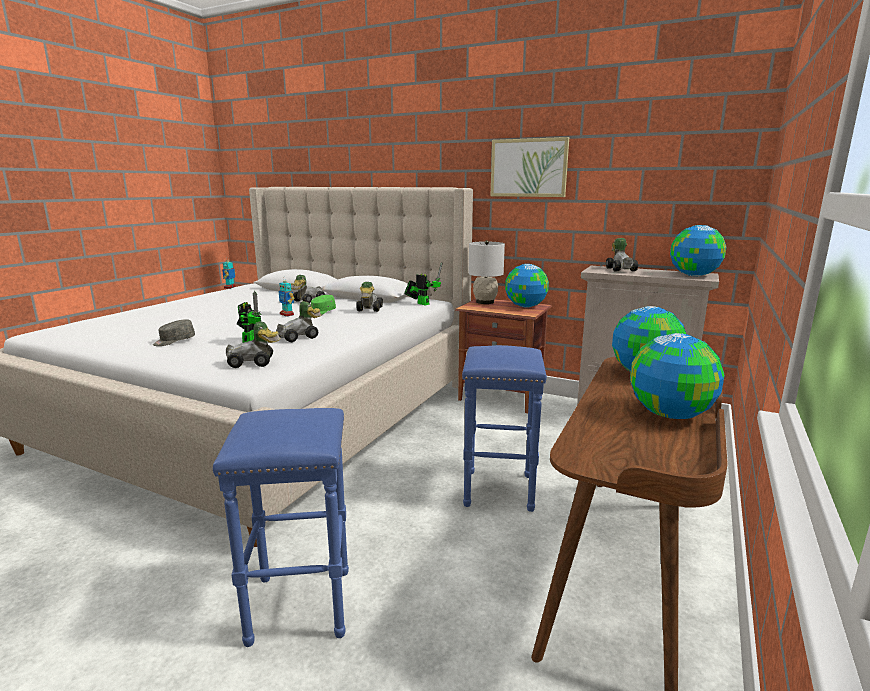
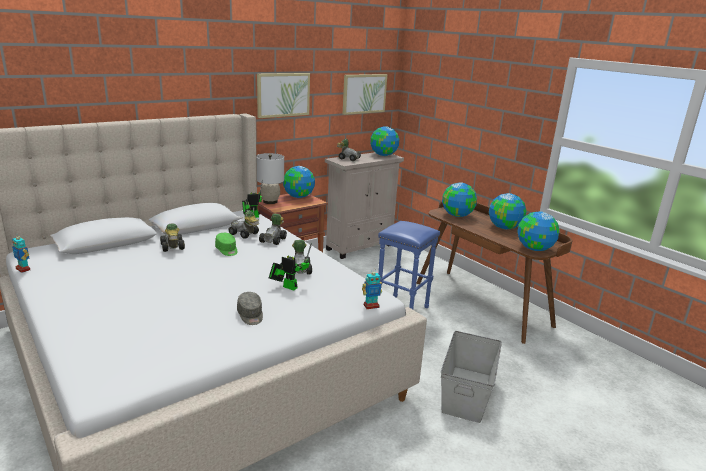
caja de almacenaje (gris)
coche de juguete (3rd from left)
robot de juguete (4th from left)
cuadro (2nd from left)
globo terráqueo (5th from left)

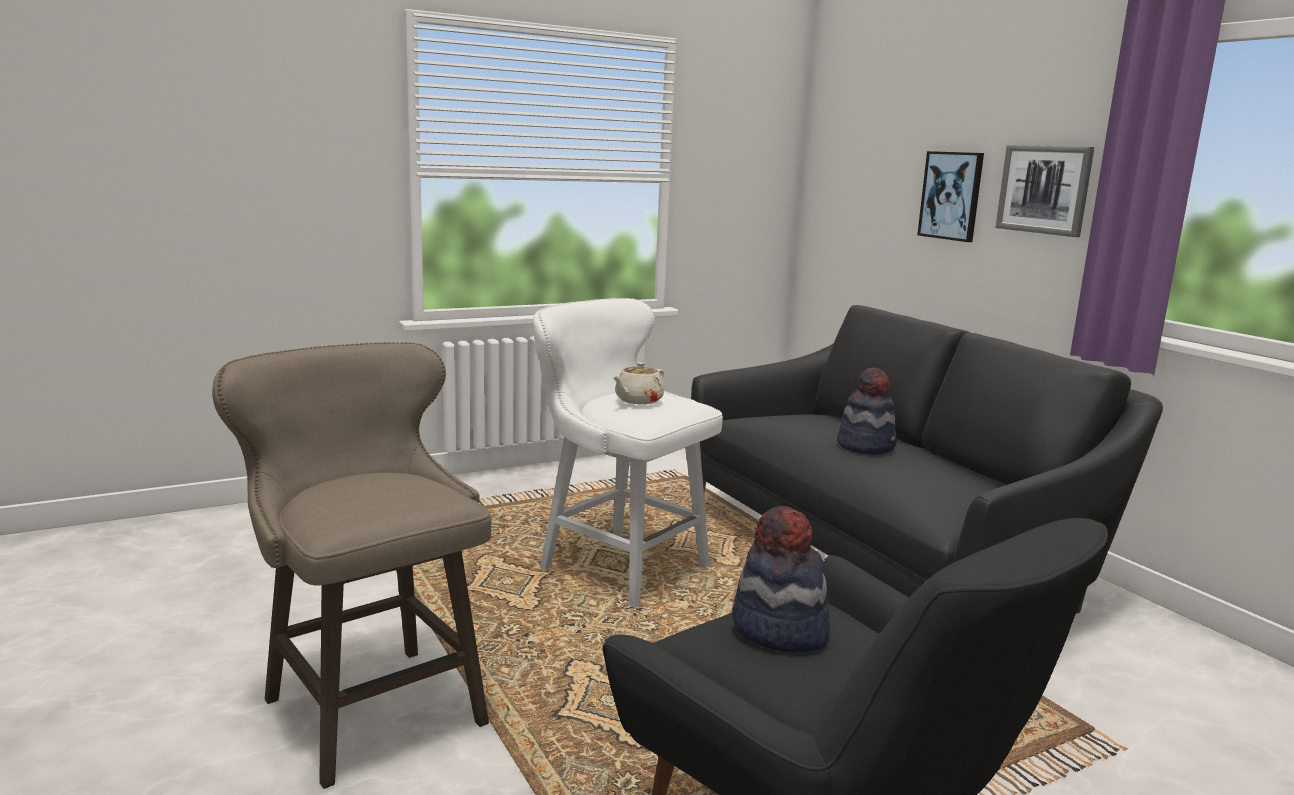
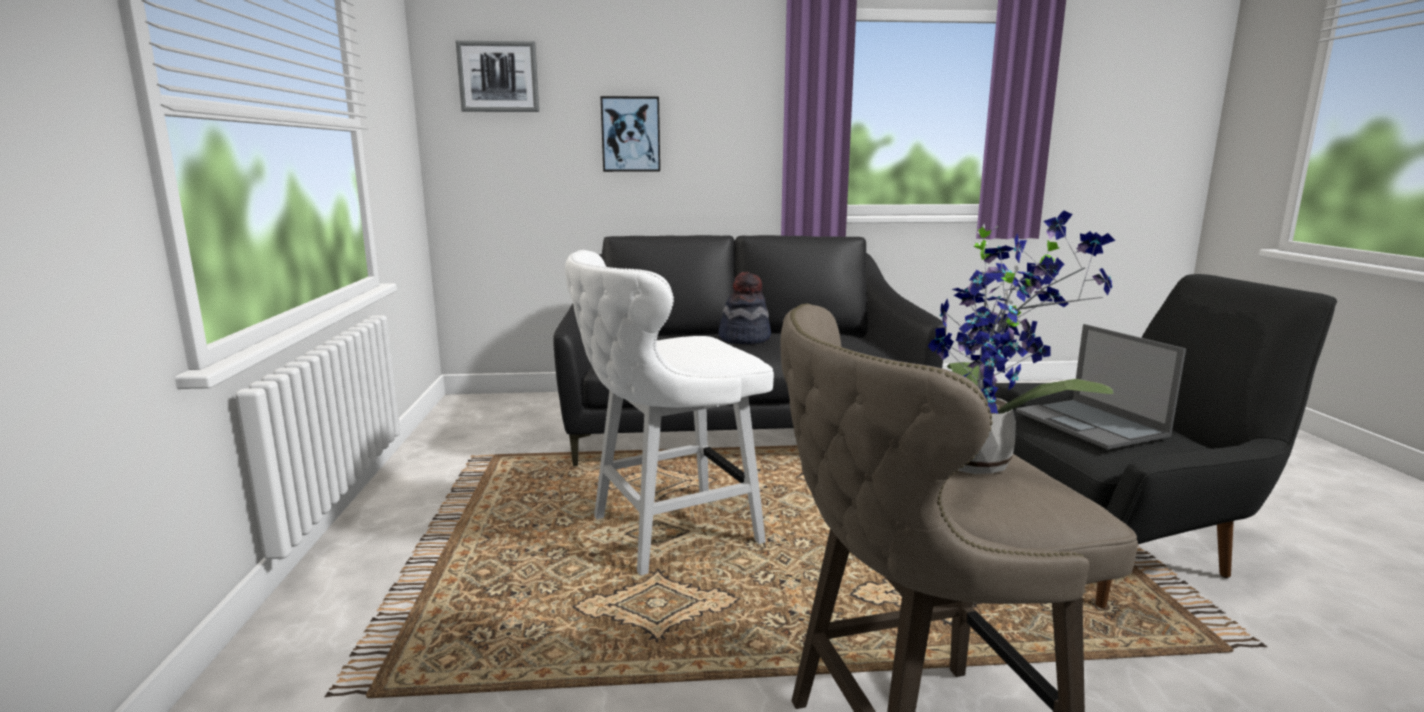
tetera (beis)
portátil
cuadro (1st from left)
planta en maceta

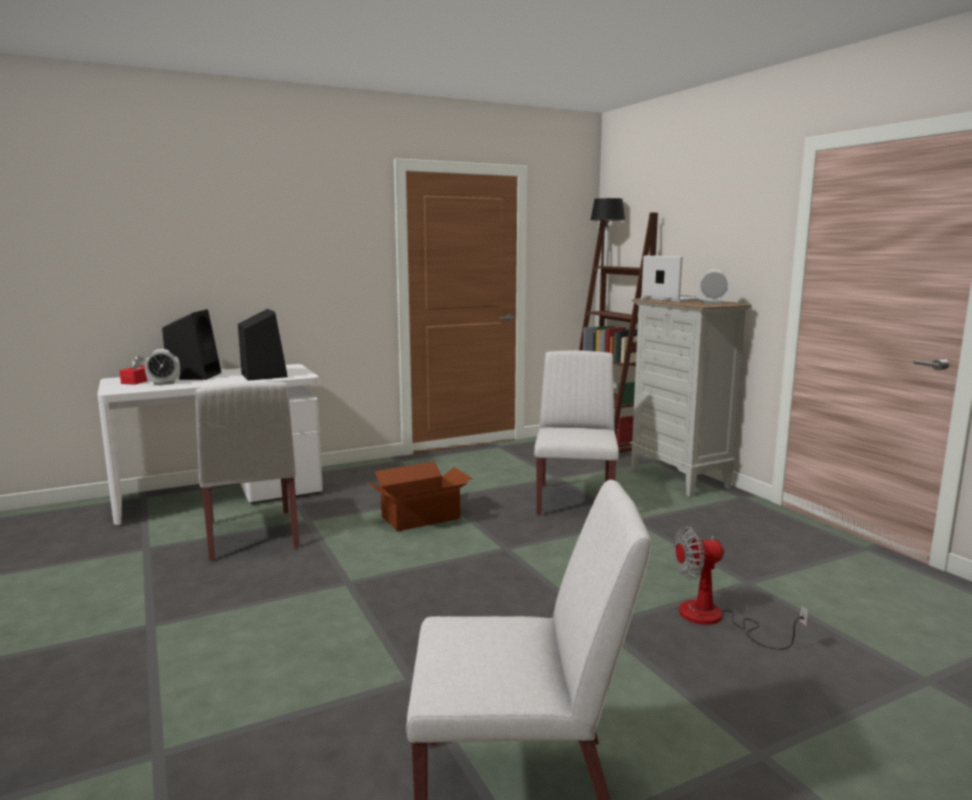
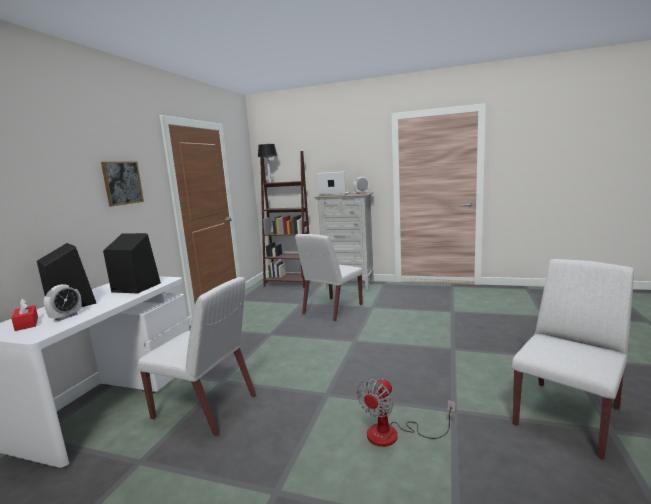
caja de cartón
silla (blanco) (2nd from left)
ventilador
cuadro

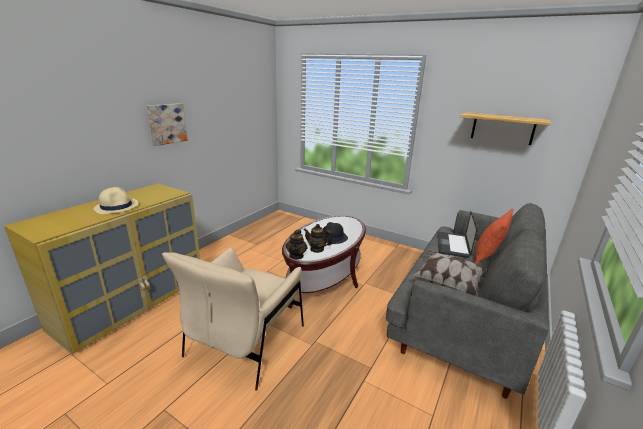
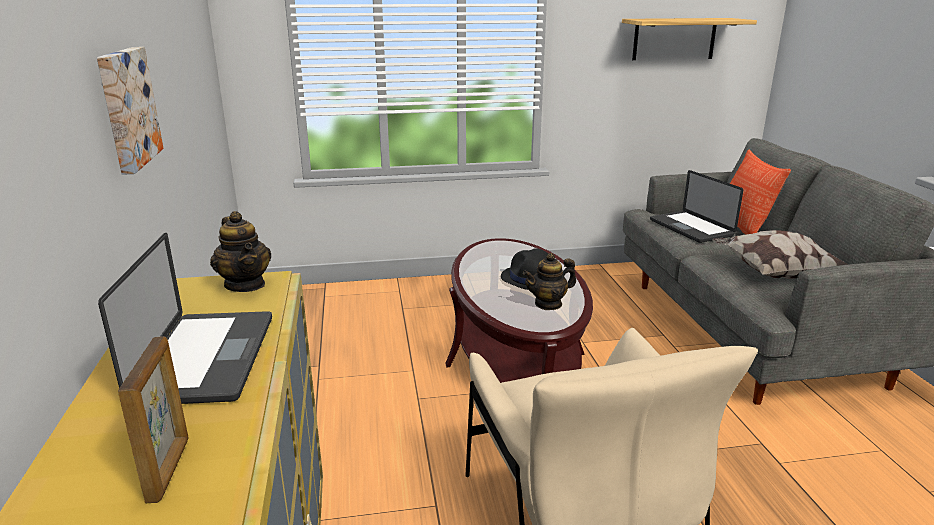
portátil (1st from left)
tetera (1st from left)
portarretratos

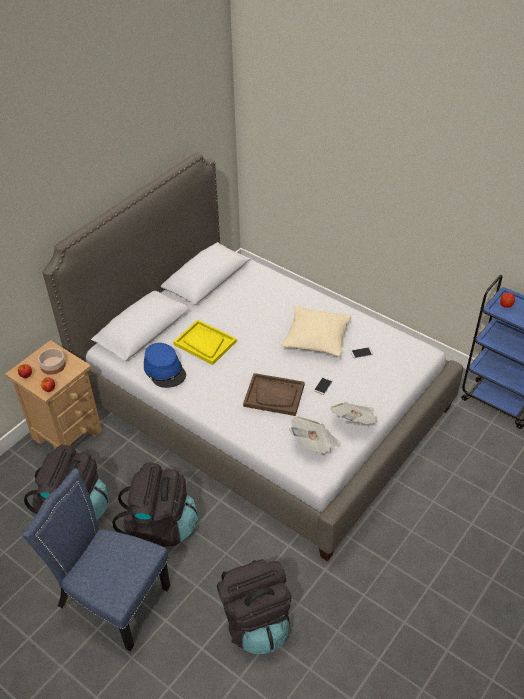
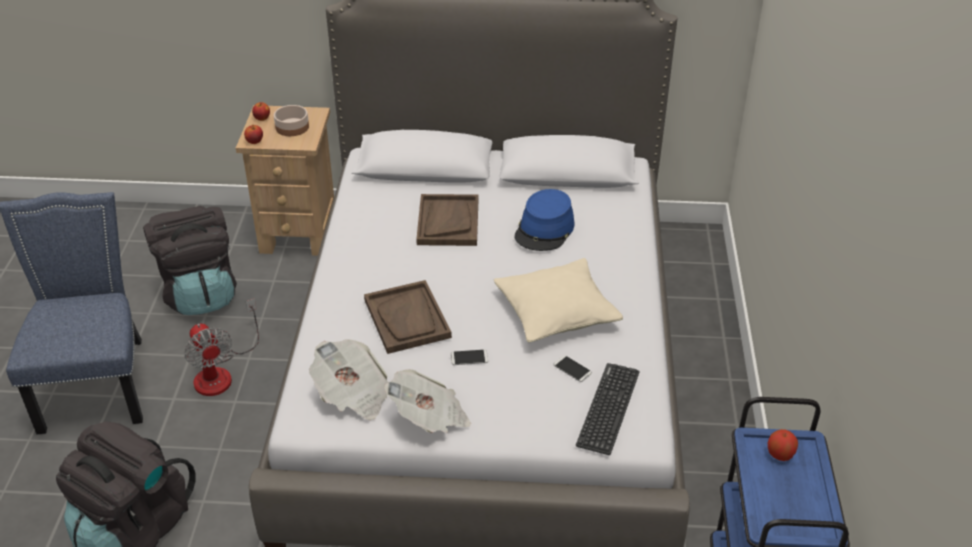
ventilador
sombrero (azul)
bandeja (marrón) (2nd from left)
teclado

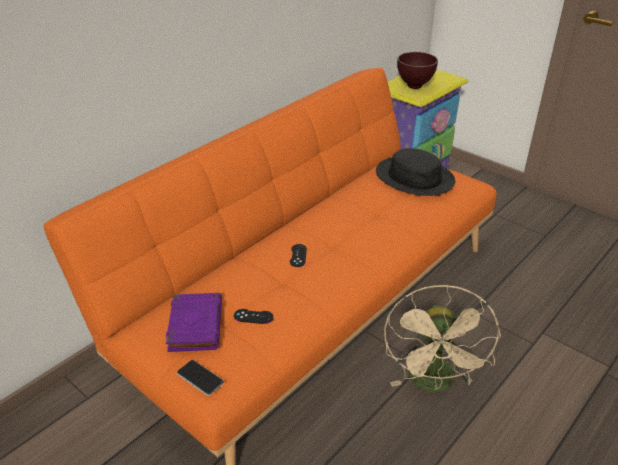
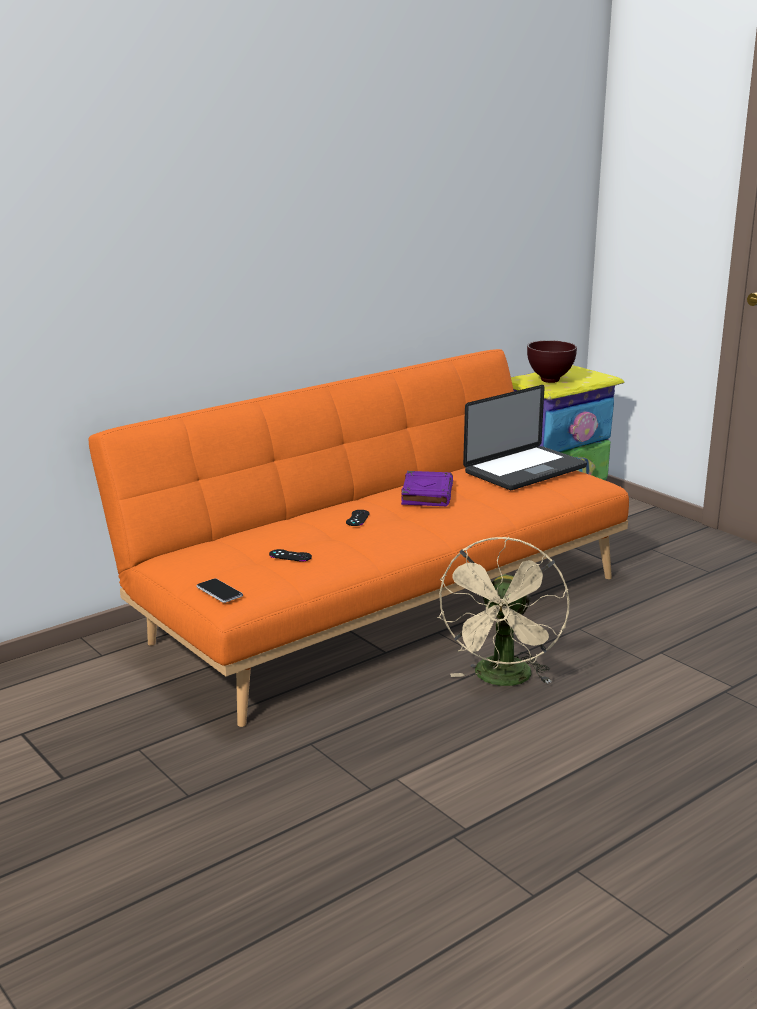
libro (morado)
portátil

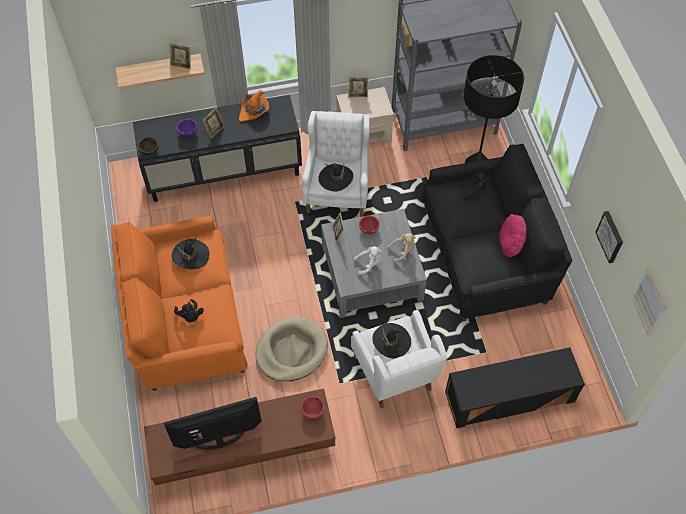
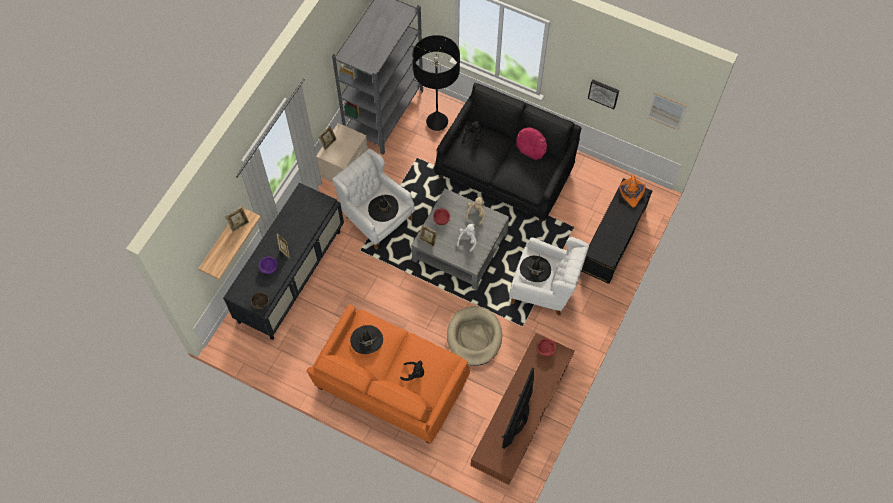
sombrero (naranja)

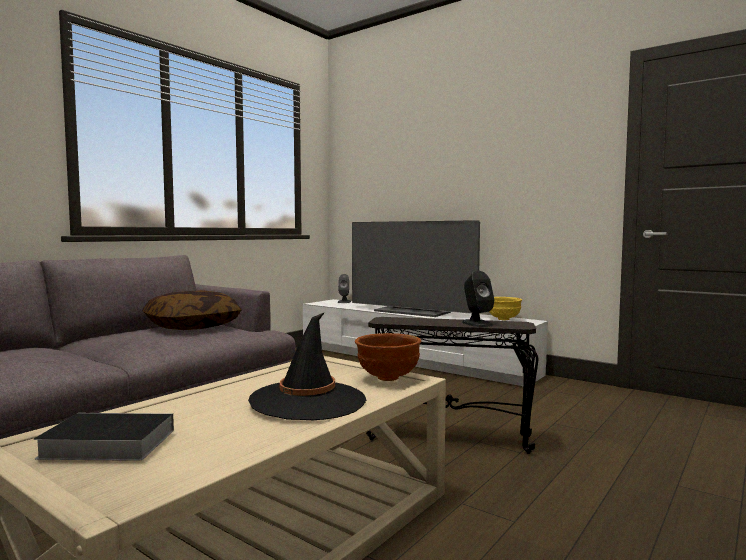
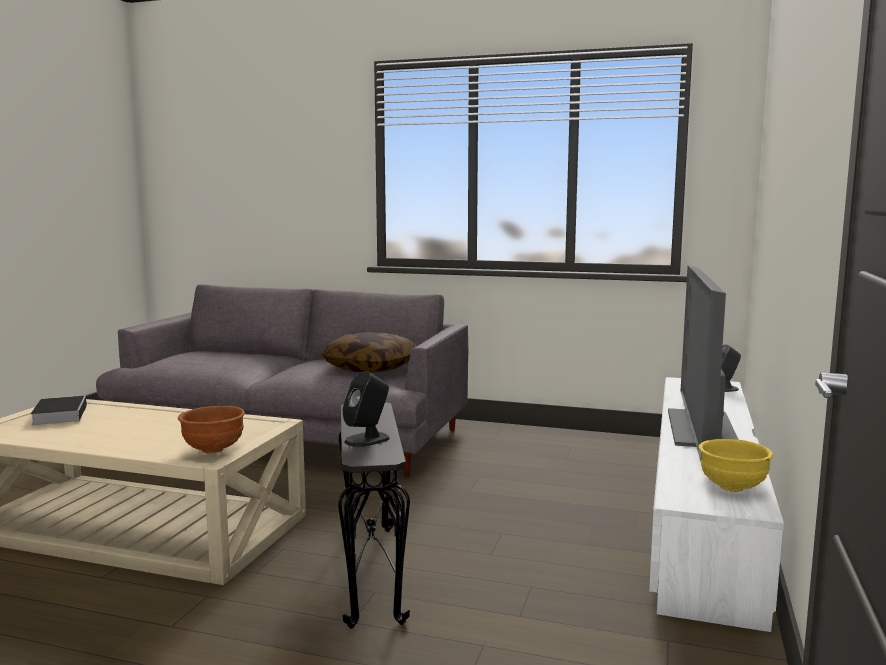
sombrero (negro)

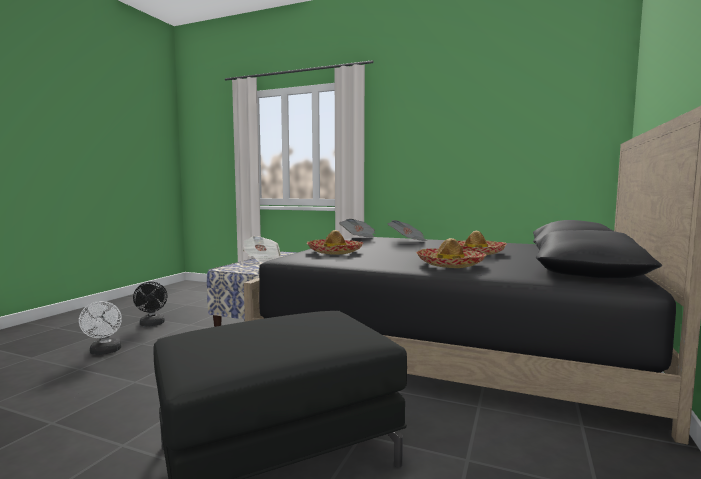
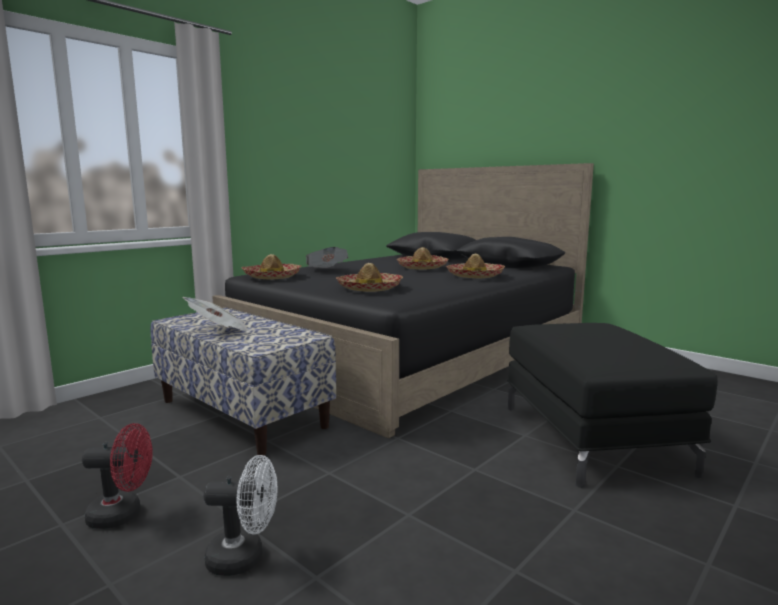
ventilador (rojo)
sombrero (1st from left)

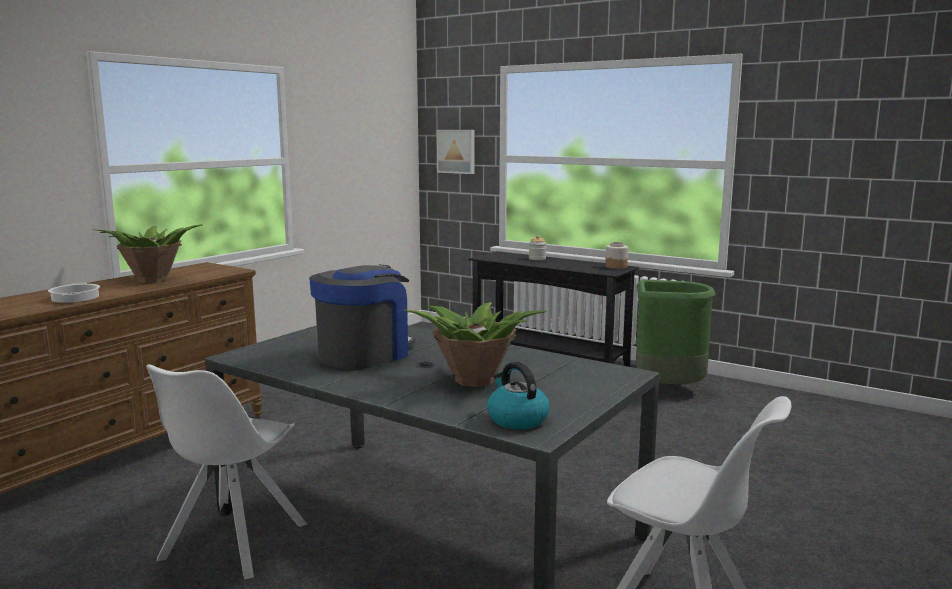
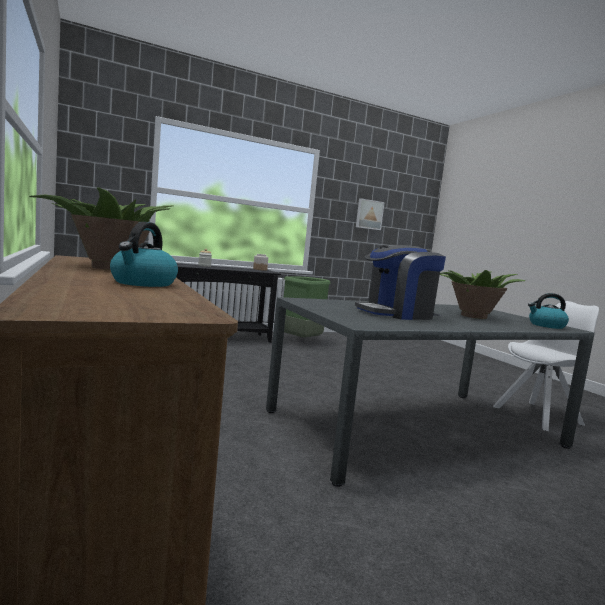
hervidor (1st from left)
silla (blanco) (1st from left in the first image)
cafetera
cuadro

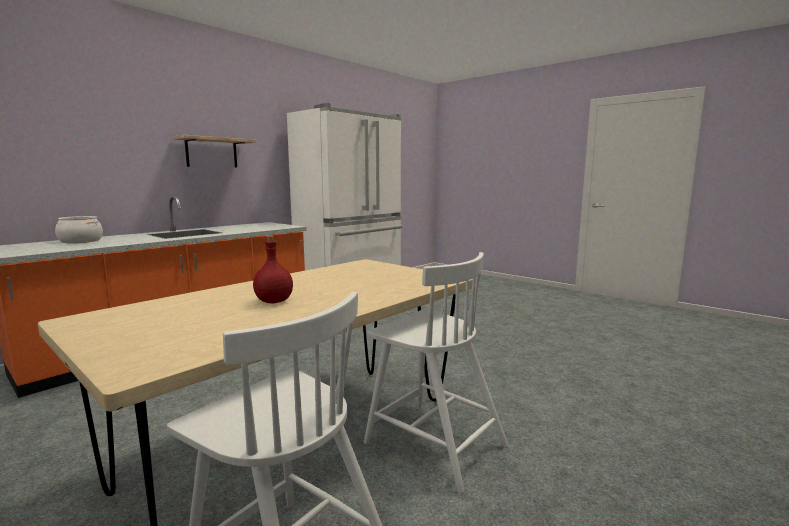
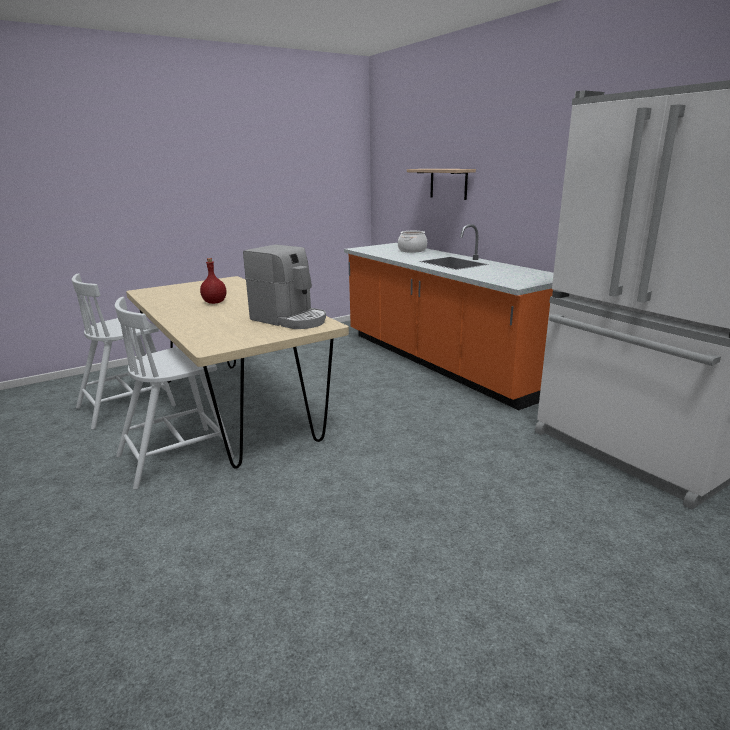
estante
cafetera

